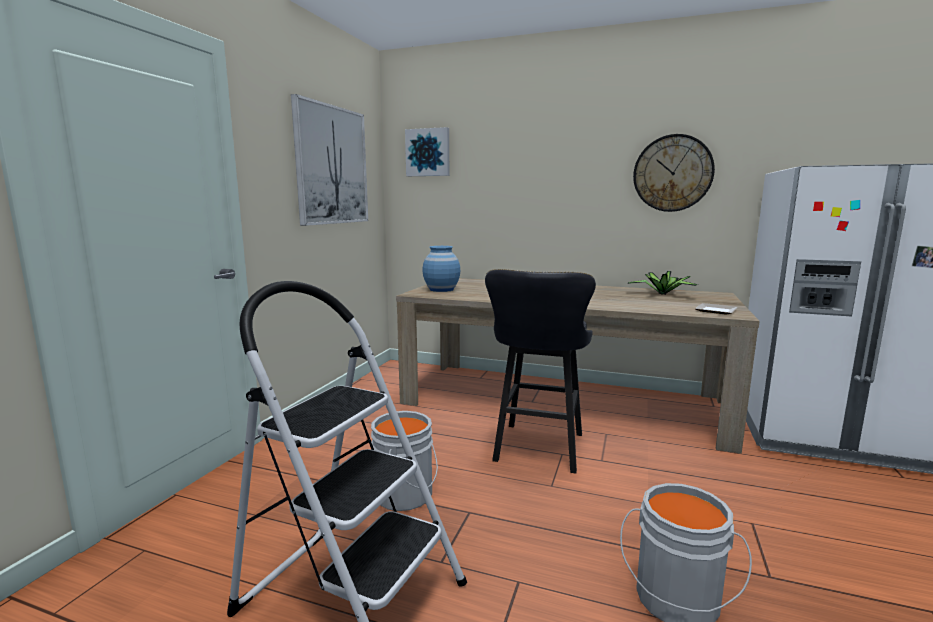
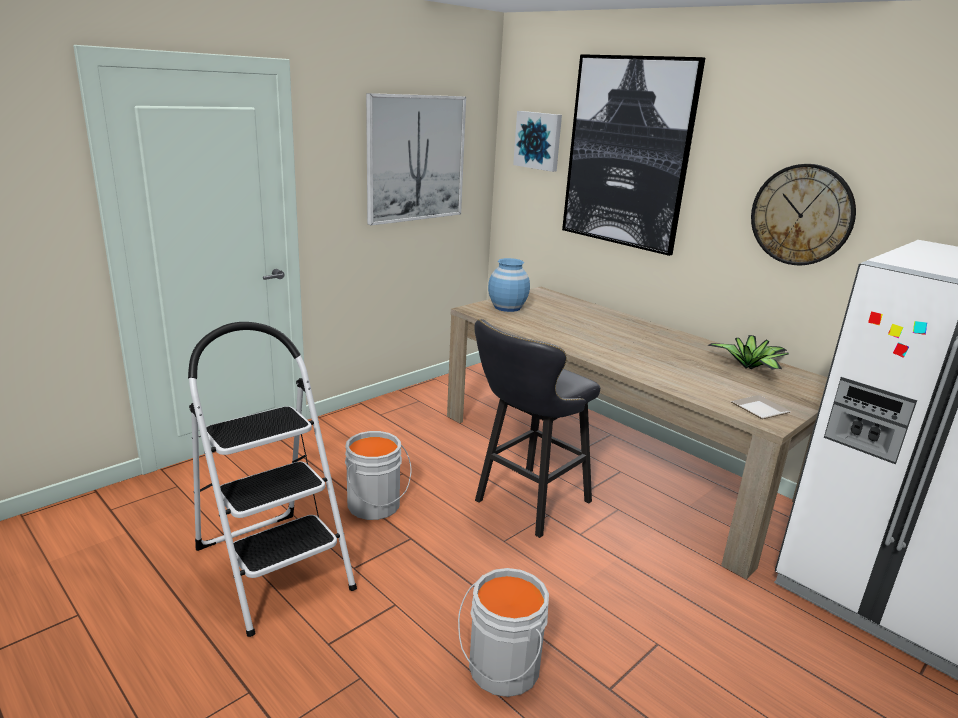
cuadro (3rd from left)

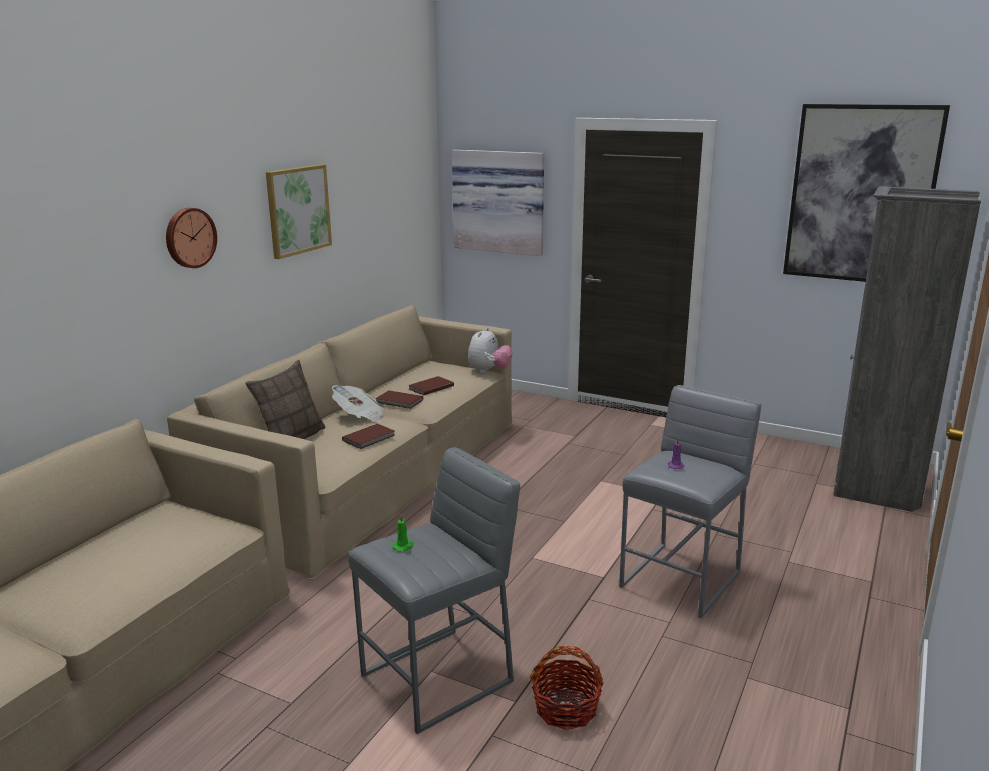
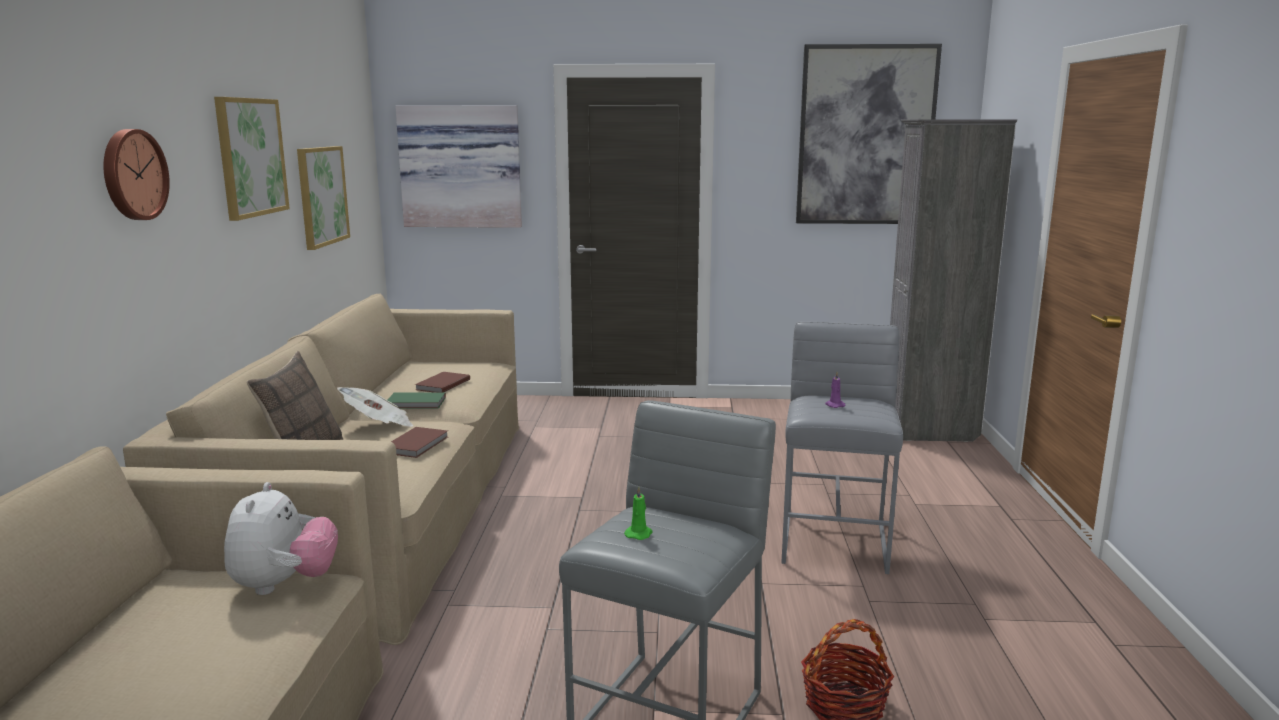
libro (verde)
peluche
cuadro (2nd from left)

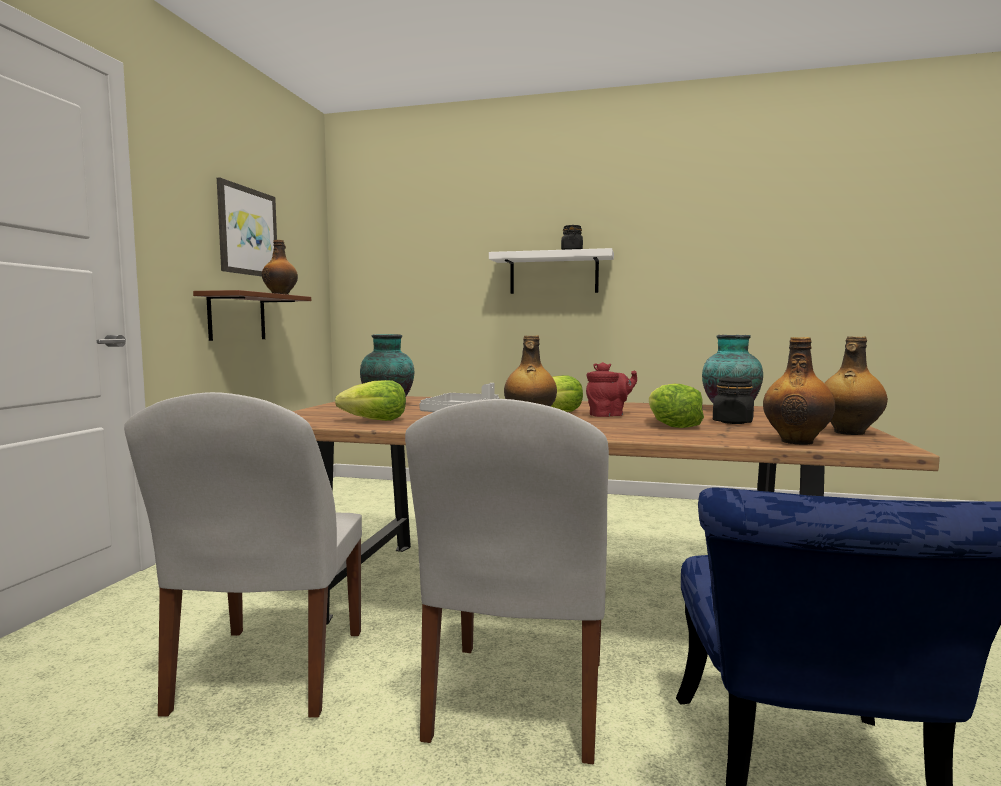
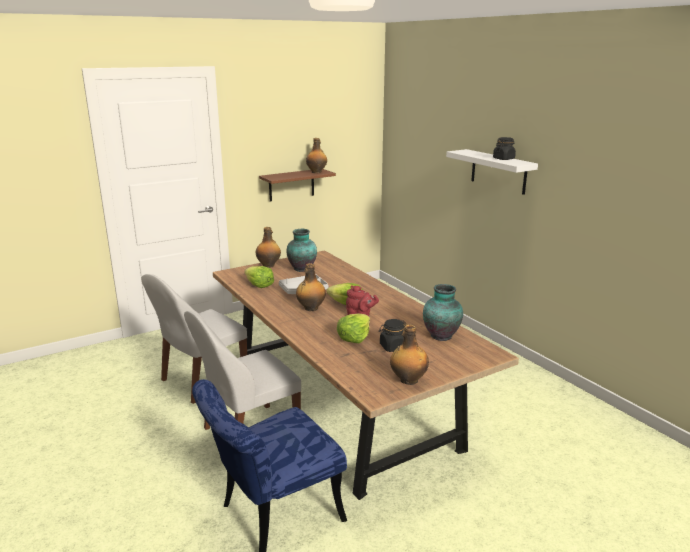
cuadro
botella (1st from left)

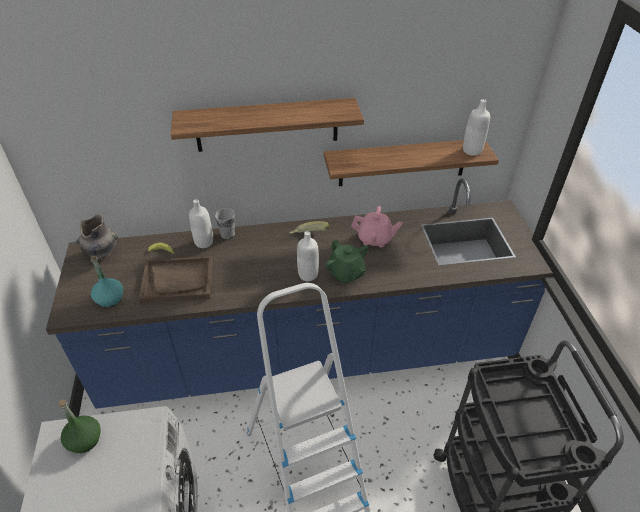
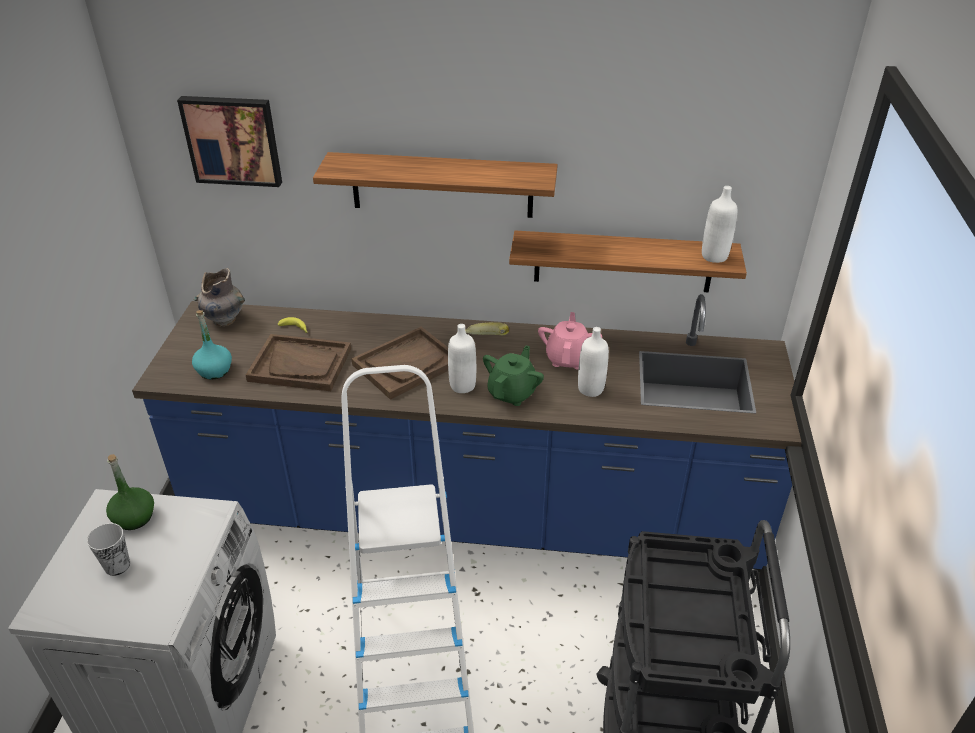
botella (blanco) (2nd from left)
taza
tetera (verde)
tetera (rosa)
cuadro
bandeja (marrón) (2nd from left)

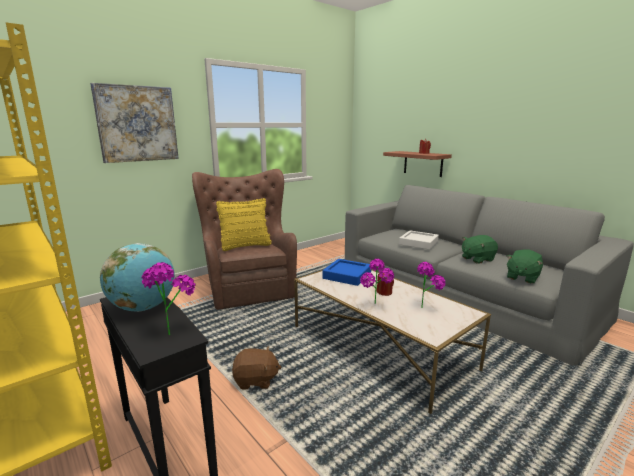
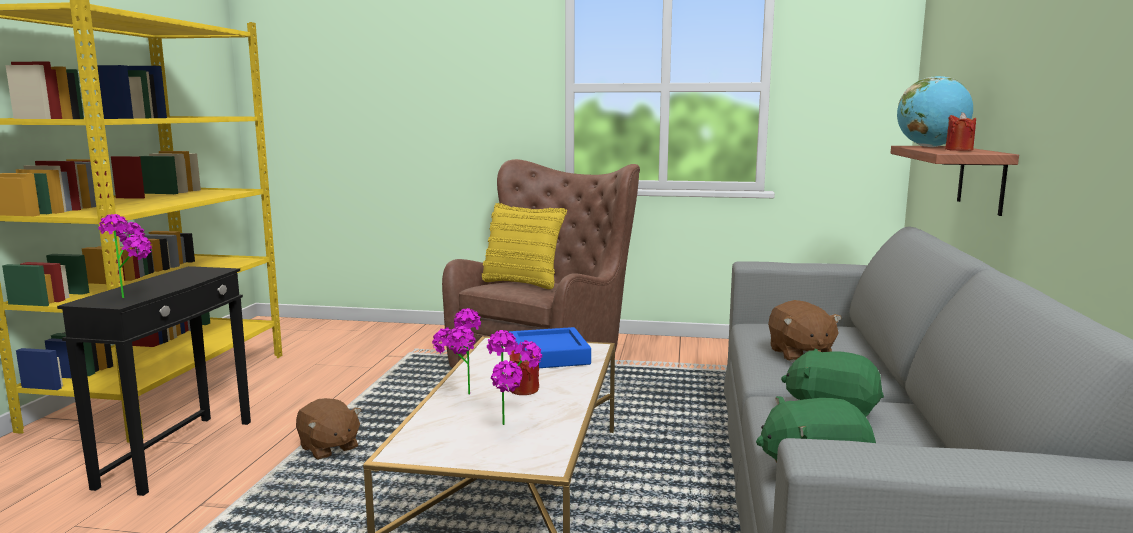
cuadro
globo terráqueo
peluche (marrón) (2nd from left)

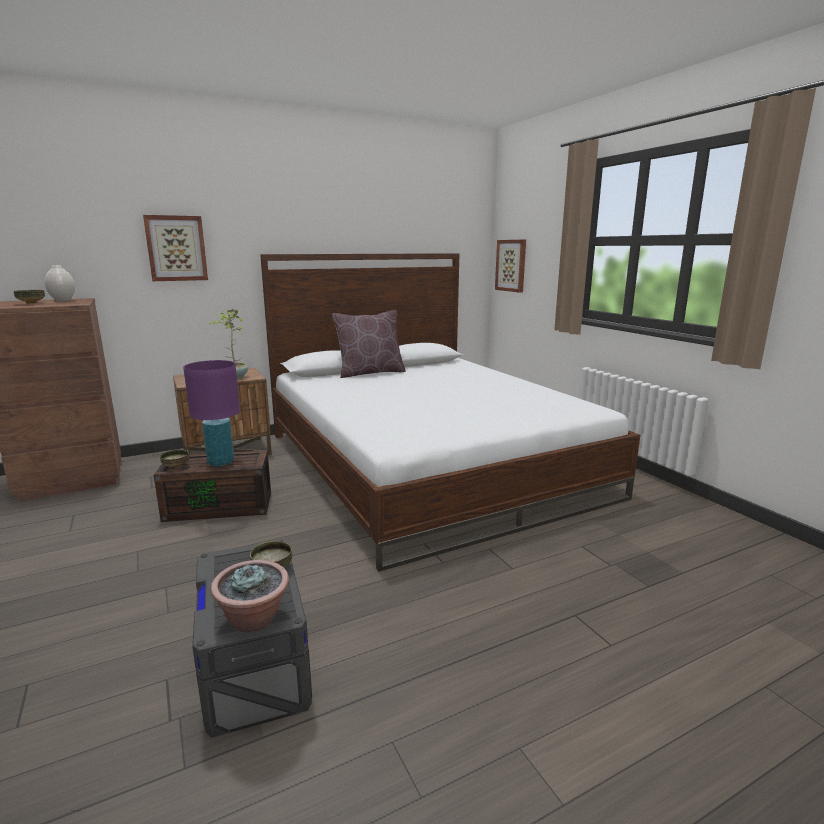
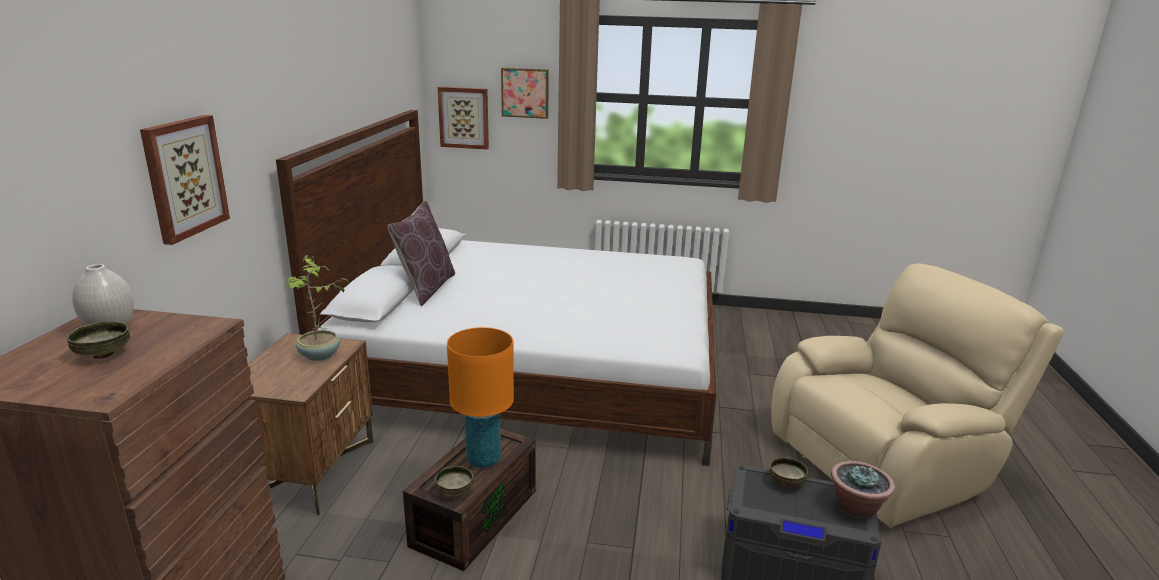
lámpara de mesa (naranja)
cuadro (3rd from left)
sillón (beis)

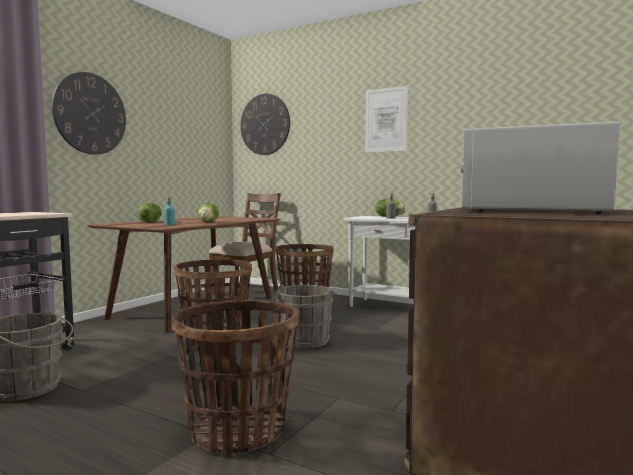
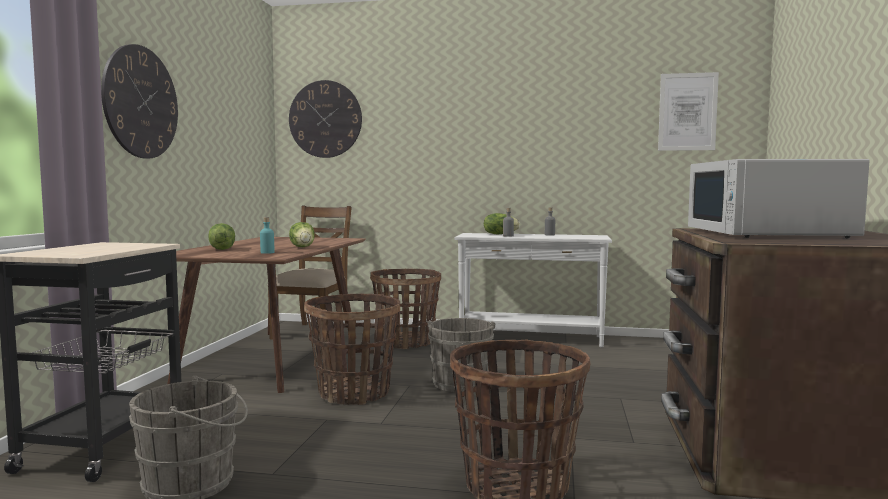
cuadro

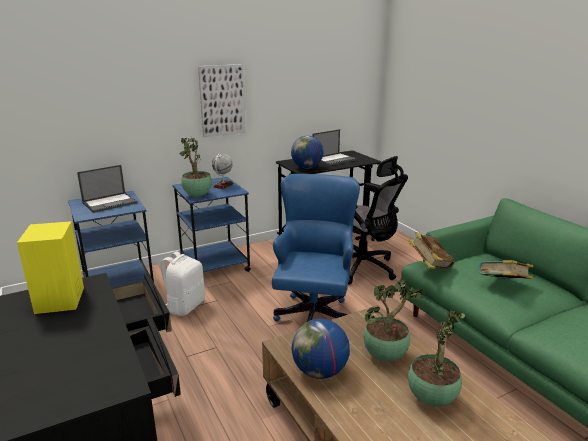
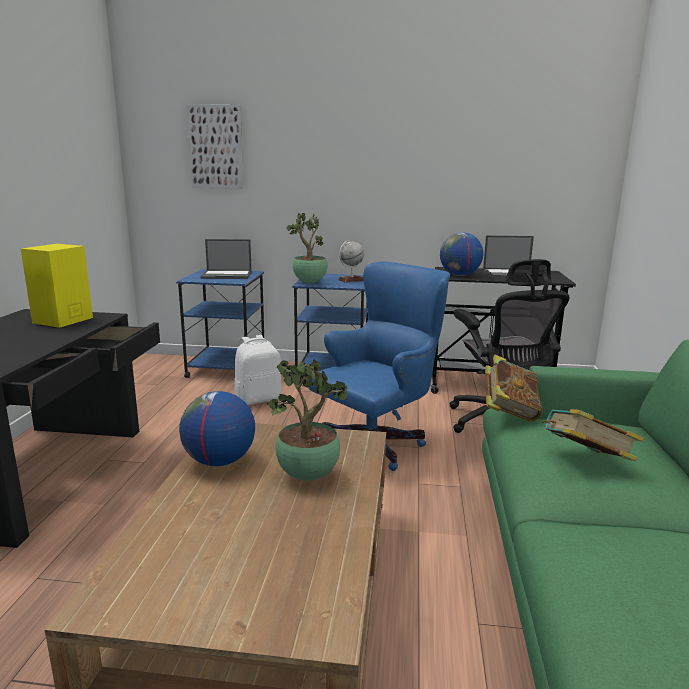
cuadro
planta en maceta (3rd from left in the first image)

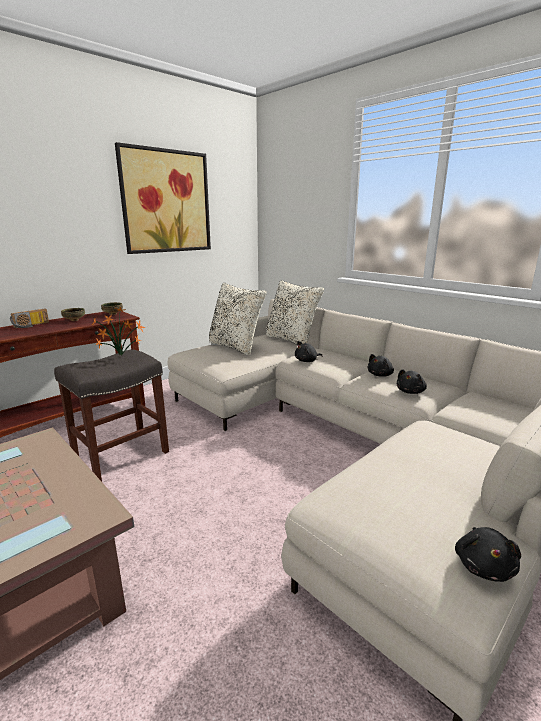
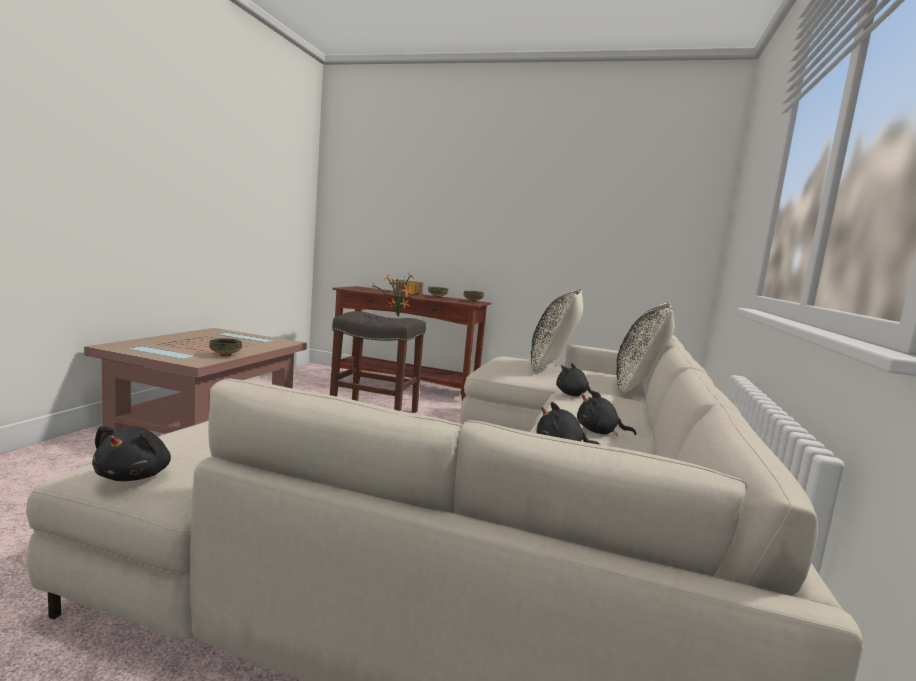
cuadro
peluche (negro) (1st from left)
cuenco (1st from left)

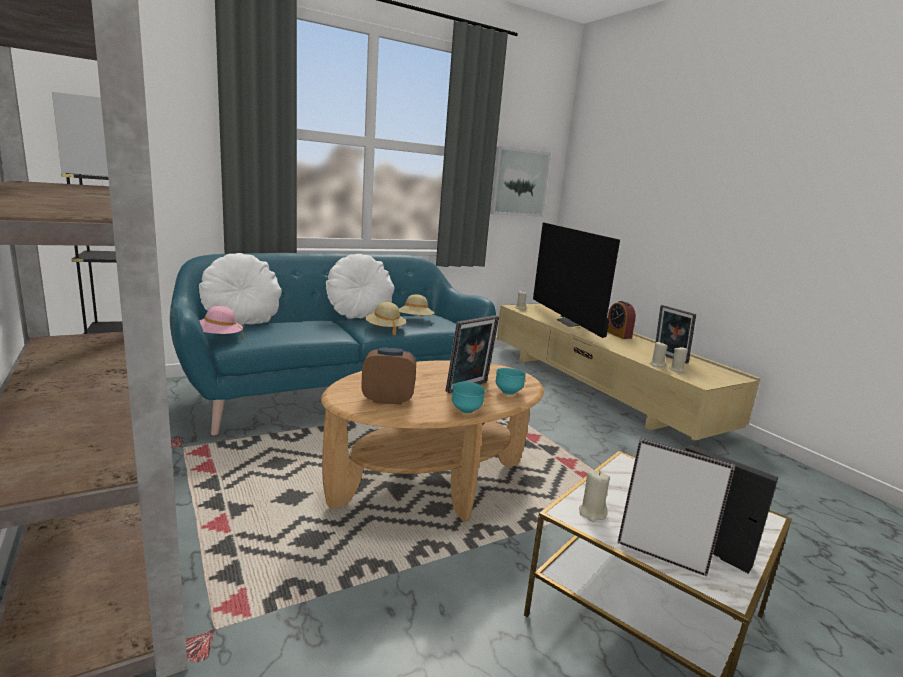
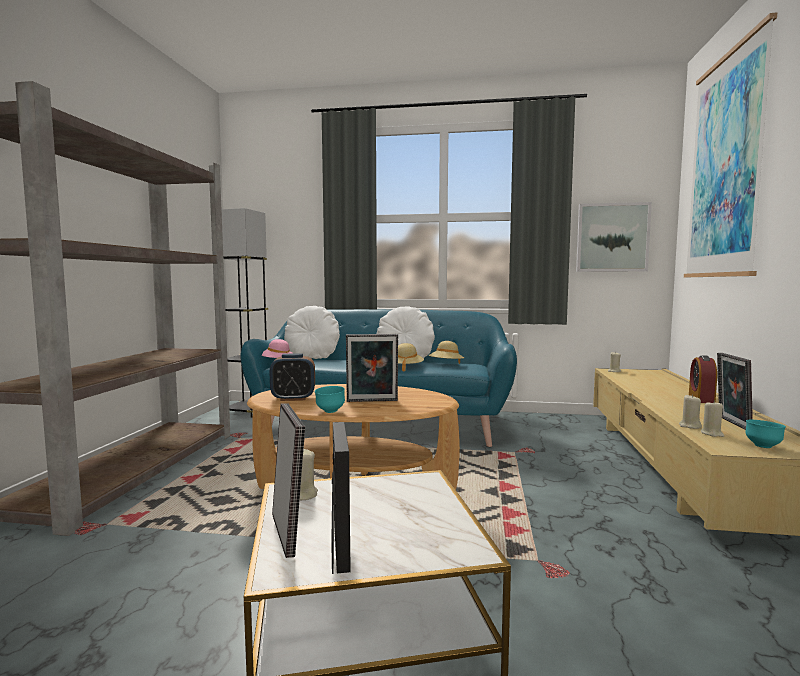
despertador (1st from left)
cuenco (turquesa) (2nd from left)
televisor
cuadro (2nd from left)

